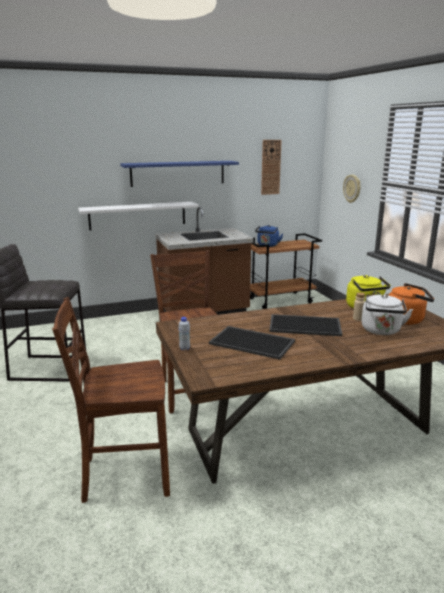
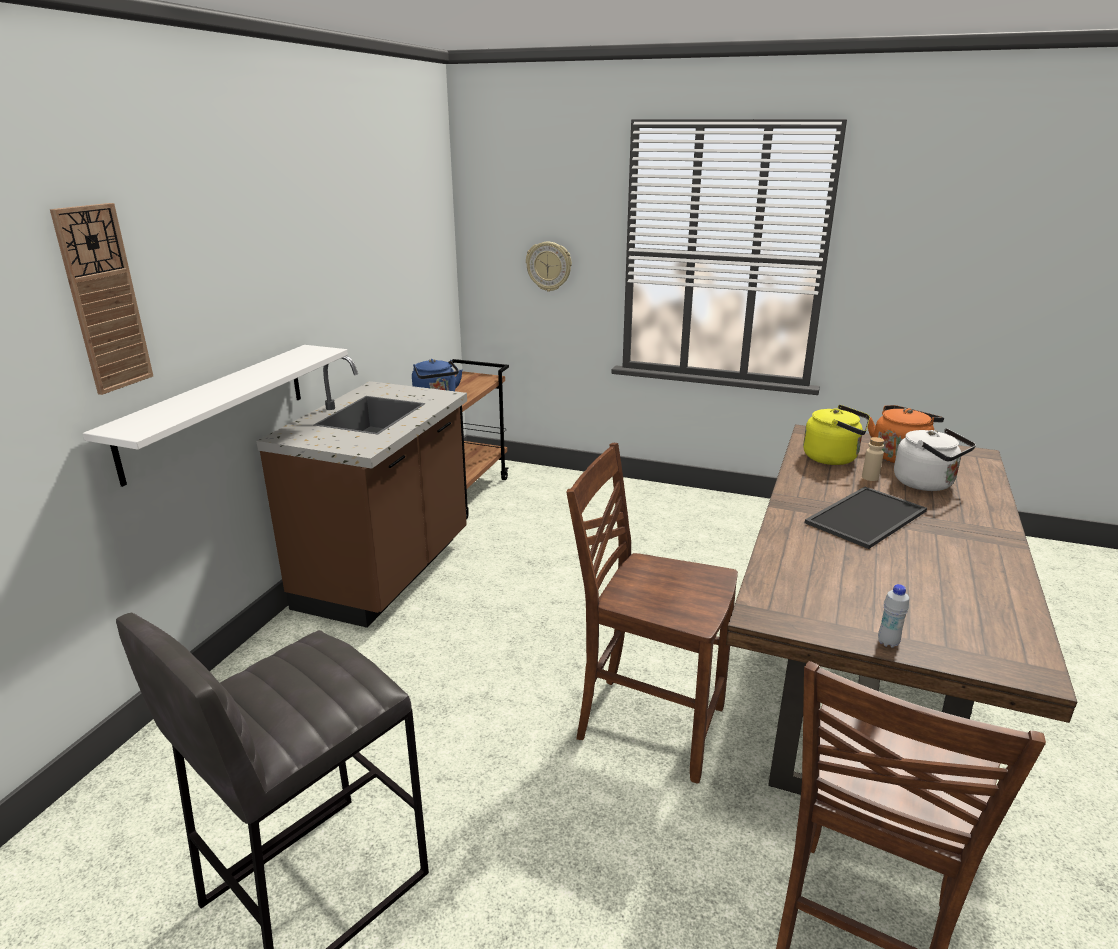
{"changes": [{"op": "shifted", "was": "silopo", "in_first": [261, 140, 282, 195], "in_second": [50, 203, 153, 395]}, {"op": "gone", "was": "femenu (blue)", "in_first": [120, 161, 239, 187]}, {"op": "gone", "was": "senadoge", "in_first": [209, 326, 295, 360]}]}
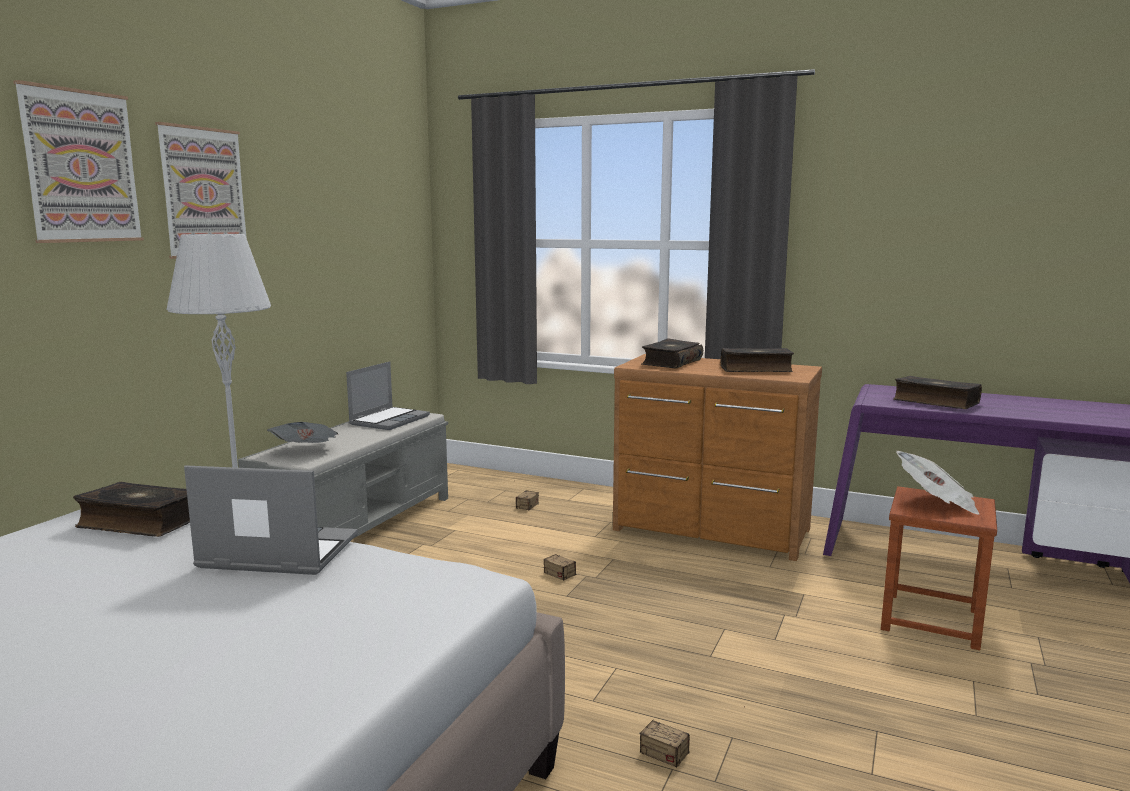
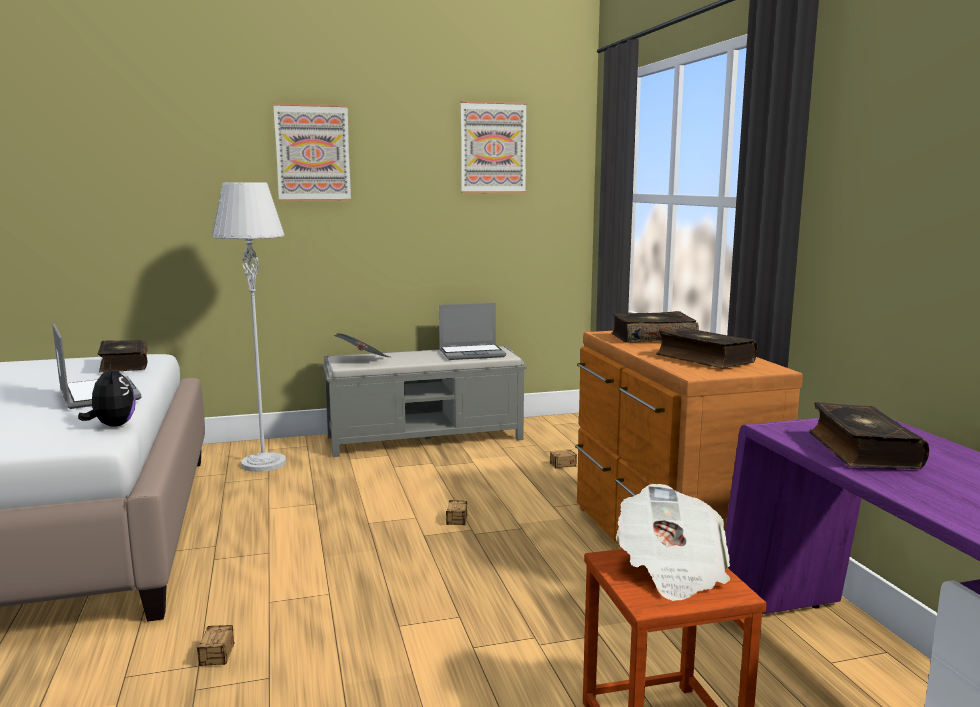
{"changes": [{"op": "shifted", "was": "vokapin", "in_first": [13, 80, 144, 243], "in_second": [460, 101, 527, 193]}, {"op": "new", "now": "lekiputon", "in_second": [78, 364, 136, 427]}]}
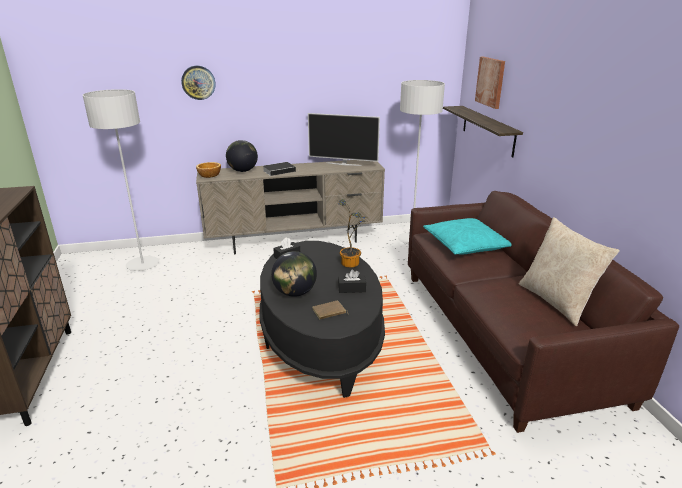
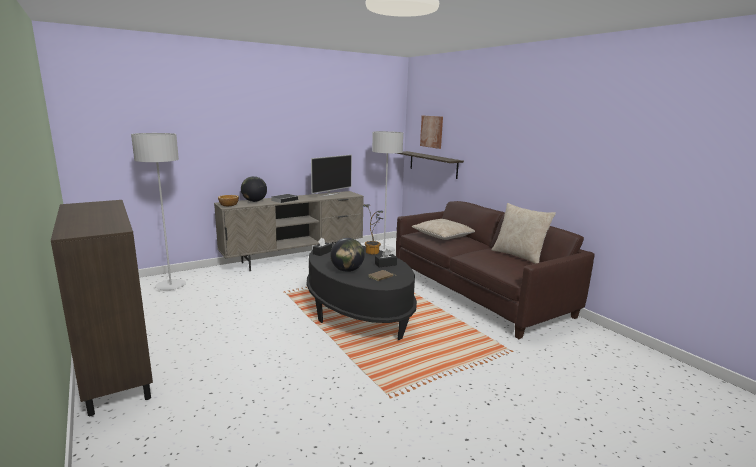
{"changes": [{"op": "gone", "was": "silopo", "in_first": [181, 66, 215, 100]}, {"op": "rotated", "was": "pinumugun", "in_first": [308, 113, 380, 166], "in_second": [311, 155, 352, 197], "clockwise": -45}, {"op": "repainted", "was": "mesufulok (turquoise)", "now": "mesufulok (beige)", "in_first": [423, 218, 512, 255], "in_second": [411, 219, 475, 240]}]}
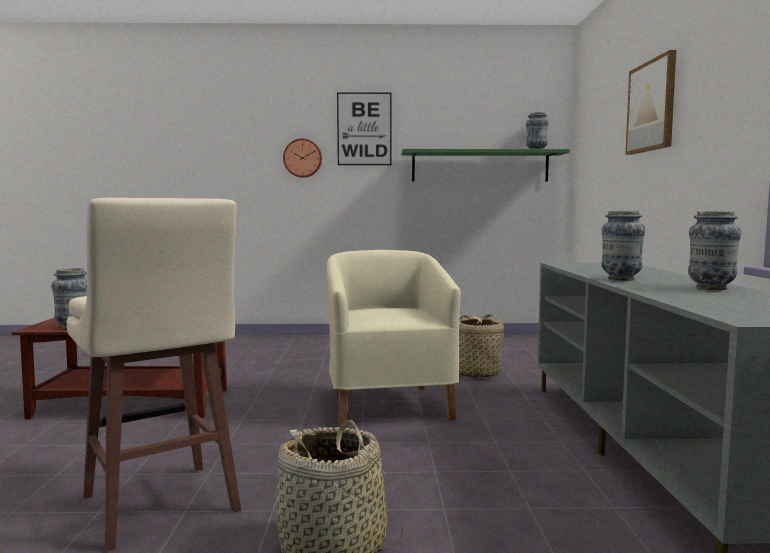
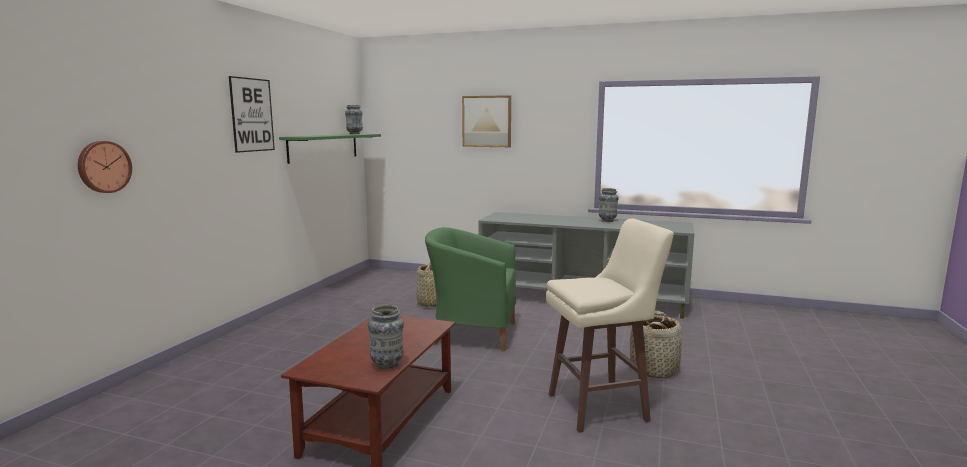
{"changes": [{"op": "shifted", "was": "silopo", "in_first": [283, 138, 322, 178], "in_second": [78, 141, 132, 193]}, {"op": "gone", "was": "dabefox", "in_first": [601, 211, 645, 281]}, {"op": "repainted", "was": "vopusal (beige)", "now": "vopusal (green)", "in_first": [327, 250, 461, 427], "in_second": [425, 227, 516, 351]}]}
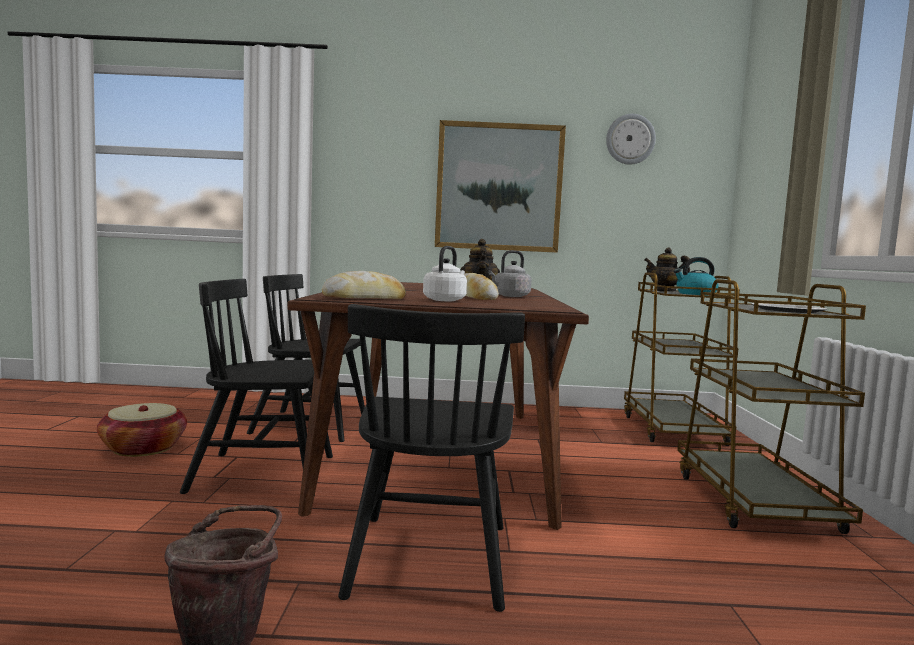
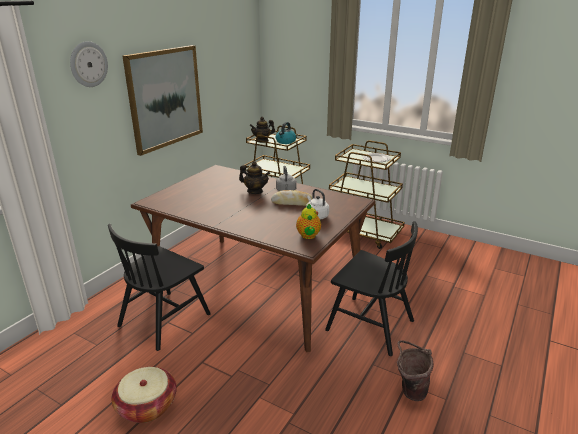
{"changes": [{"op": "shifted", "was": "silopo", "in_first": [606, 114, 656, 165], "in_second": [70, 41, 108, 87]}, {"op": "swapped", "was": "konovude", "now": "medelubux", "in_first": [322, 271, 406, 299], "in_second": [296, 204, 321, 239]}, {"op": "gone", "was": "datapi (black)", "in_first": [180, 279, 333, 494]}]}
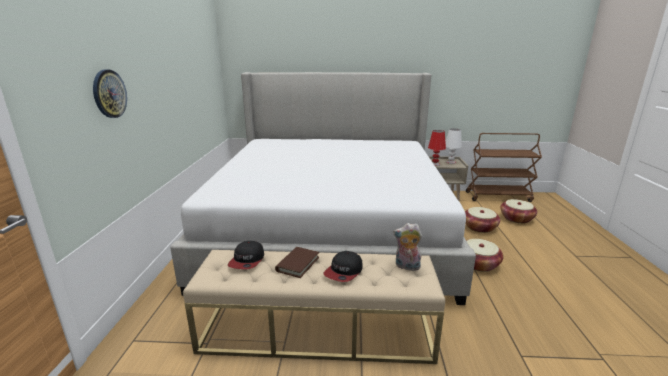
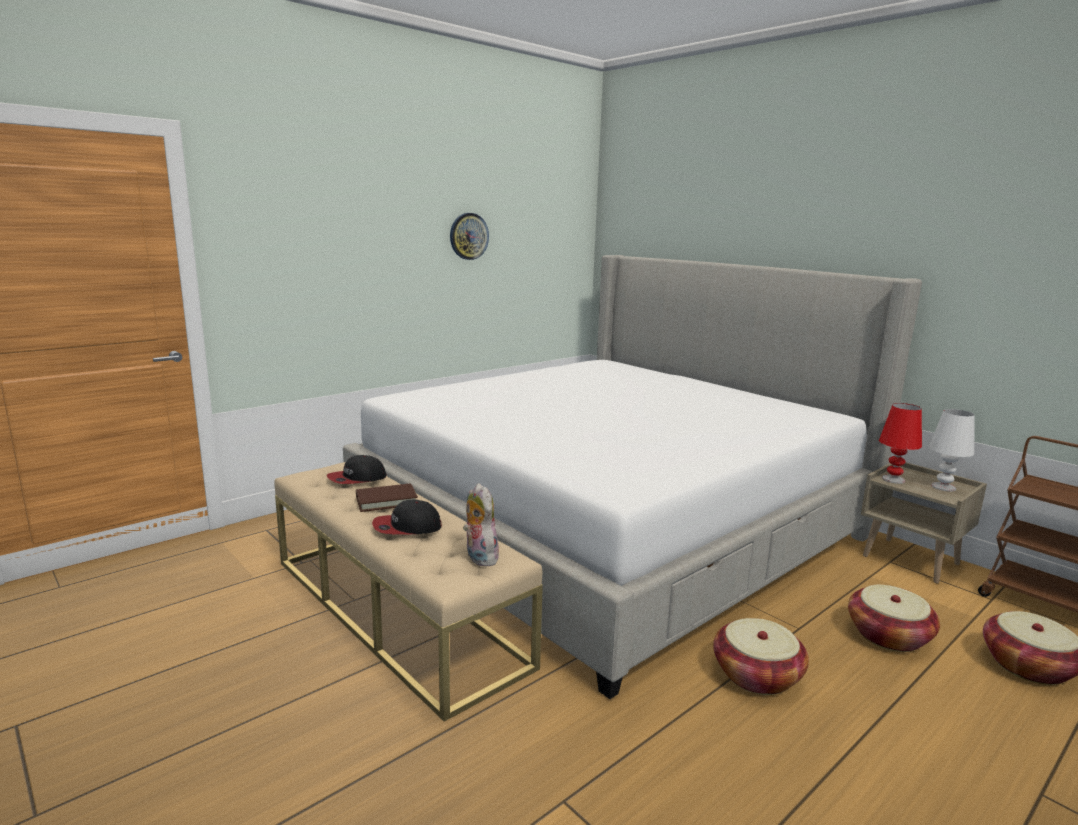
{"changes": [{"op": "shifted", "was": "silopo", "in_first": [93, 69, 127, 118], "in_second": [450, 213, 489, 260]}]}
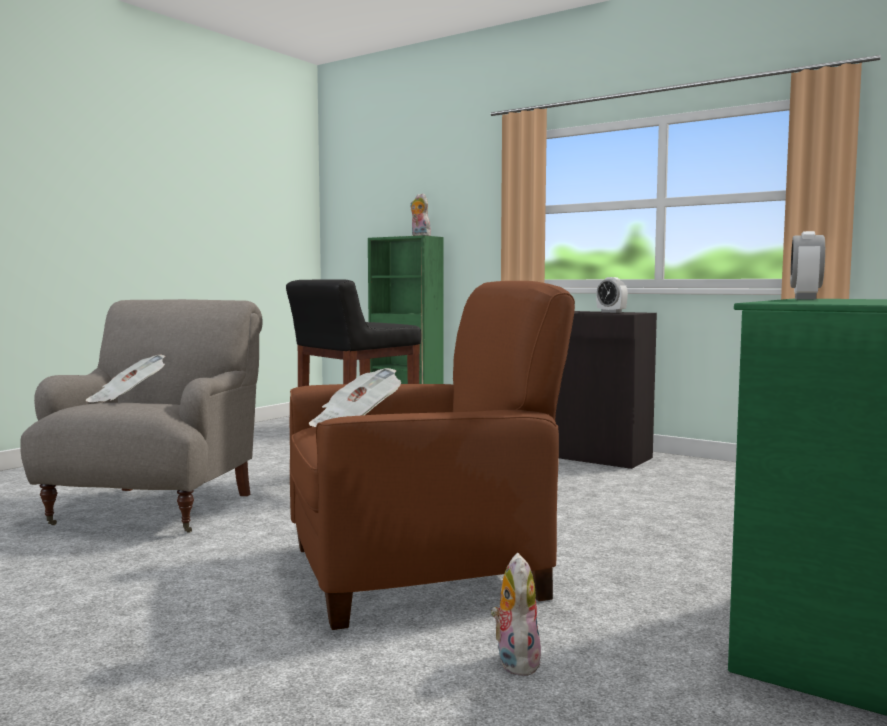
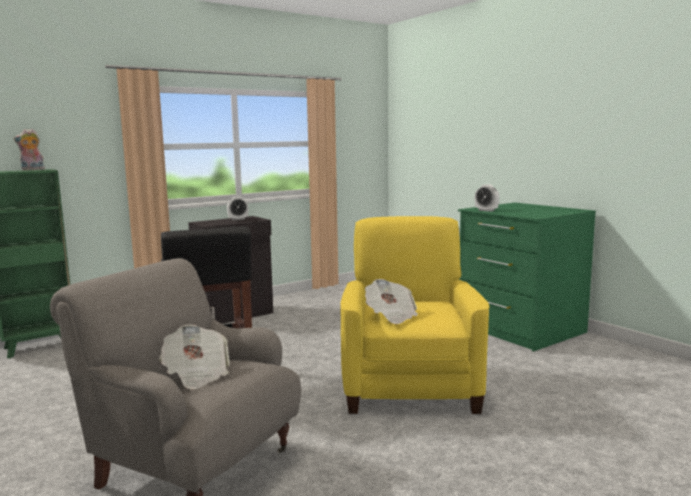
{"changes": [{"op": "repainted", "was": "vopusal (brown)", "now": "vopusal (yellow)", "in_first": [290, 281, 575, 630], "in_second": [340, 216, 490, 414]}, {"op": "gone", "was": "lekiputon", "in_first": [491, 553, 541, 676]}]}
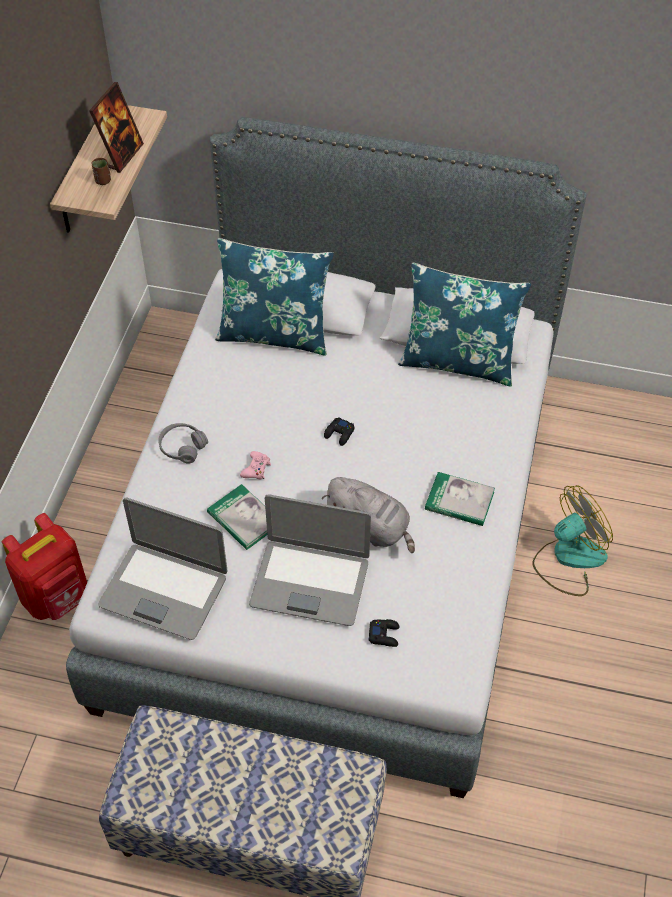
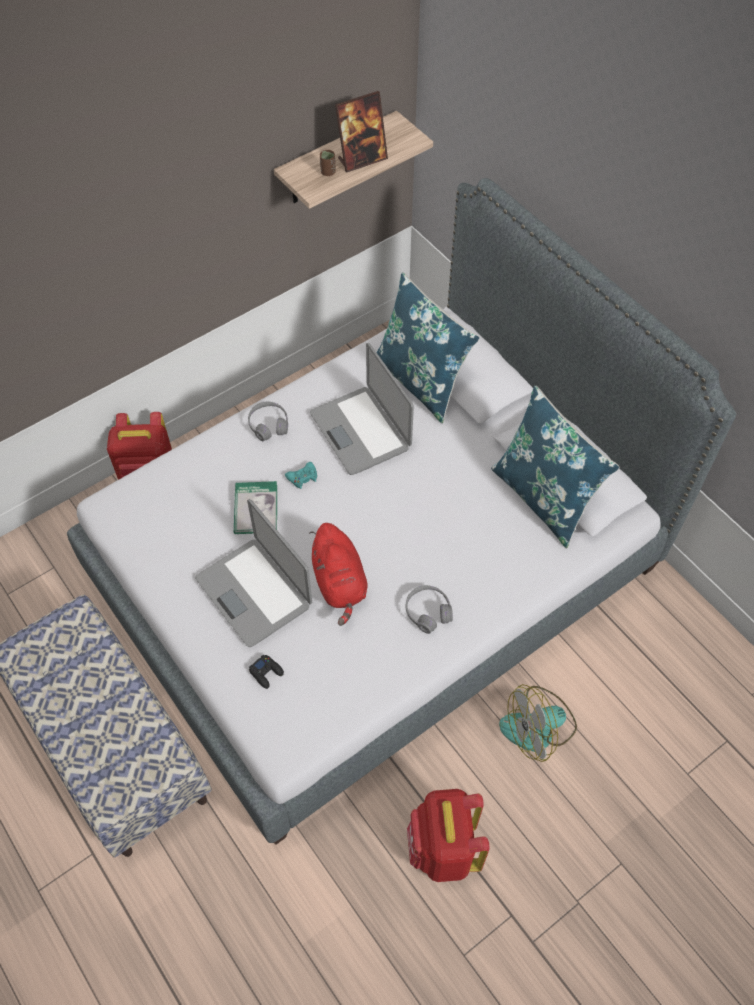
{"changes": [{"op": "gone", "was": "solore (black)", "in_first": [324, 417, 355, 446]}, {"op": "repainted", "was": "solore (pink)", "now": "solore (turquoise)", "in_first": [240, 451, 271, 480], "in_second": [285, 462, 317, 489]}, {"op": "swapped", "was": "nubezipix", "now": "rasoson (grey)", "in_first": [425, 472, 495, 526], "in_second": [406, 585, 453, 634]}, {"op": "repainted", "was": "lekiputon (grey)", "now": "lekiputon (red)", "in_first": [322, 477, 415, 553], "in_second": [309, 523, 368, 626]}, {"op": "rotated", "was": "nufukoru", "in_first": [533, 485, 613, 596], "in_second": [499, 684, 577, 762], "clockwise": 150}, {"op": "shifted", "was": "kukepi", "in_first": [98, 497, 228, 640], "in_second": [310, 343, 414, 475]}, {"op": "new", "now": "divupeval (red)", "in_second": [407, 789, 489, 882]}]}
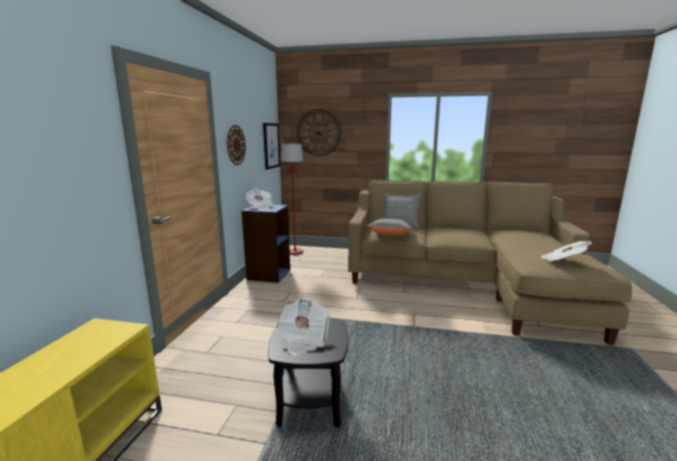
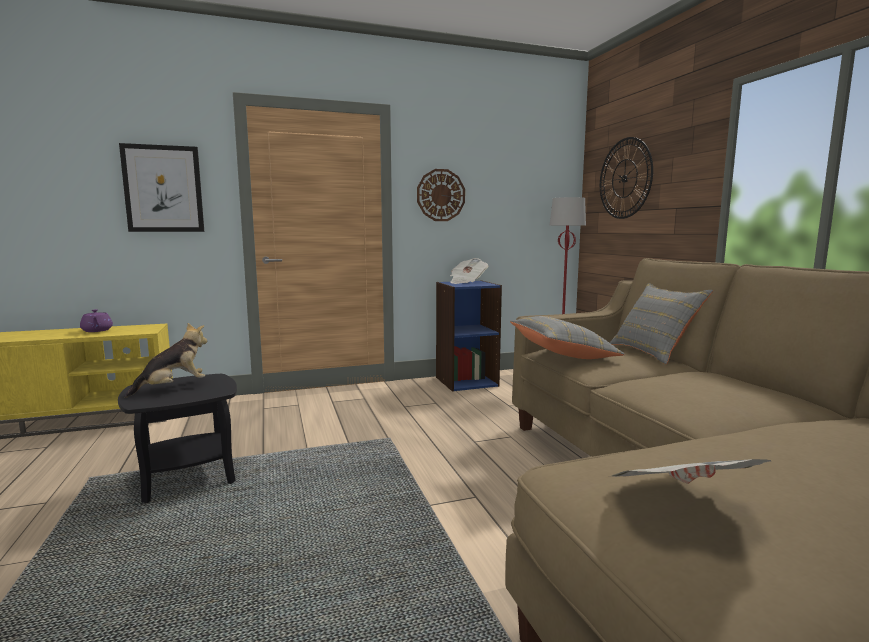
{"changes": [{"op": "shifted", "was": "vokapin", "in_first": [263, 123, 280, 170], "in_second": [119, 143, 204, 232]}, {"op": "swapped", "was": "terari", "now": "lekiputon", "in_first": [277, 298, 330, 355], "in_second": [125, 323, 207, 398]}, {"op": "new", "now": "medelubux (purple)", "in_second": [80, 309, 113, 332]}]}
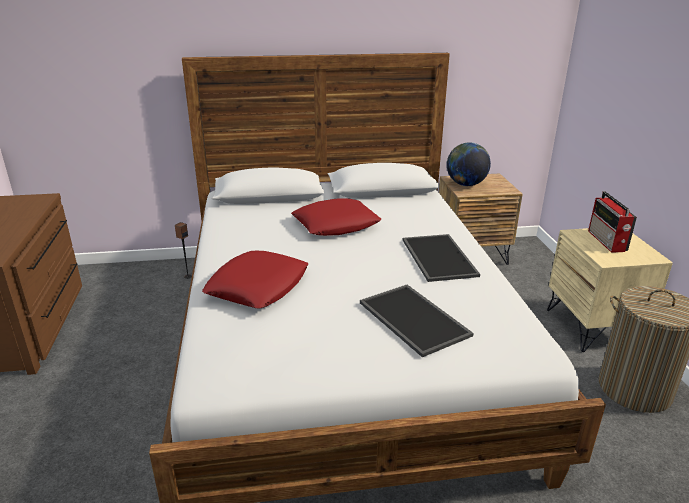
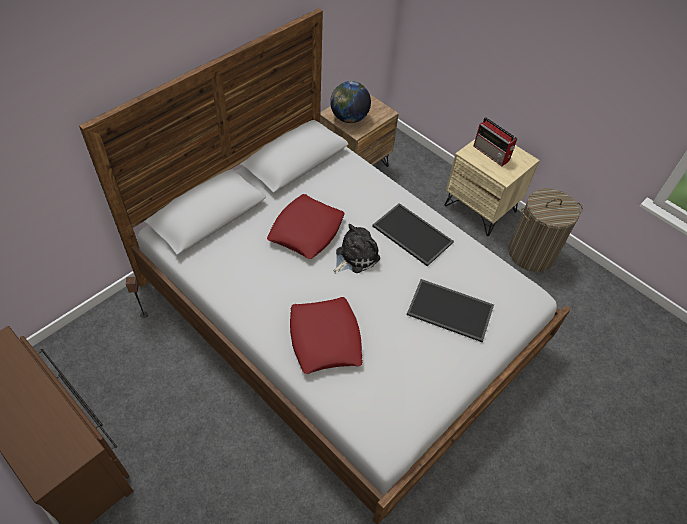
{"changes": [{"op": "new", "now": "lekiputon", "in_second": [333, 224, 380, 274]}]}
